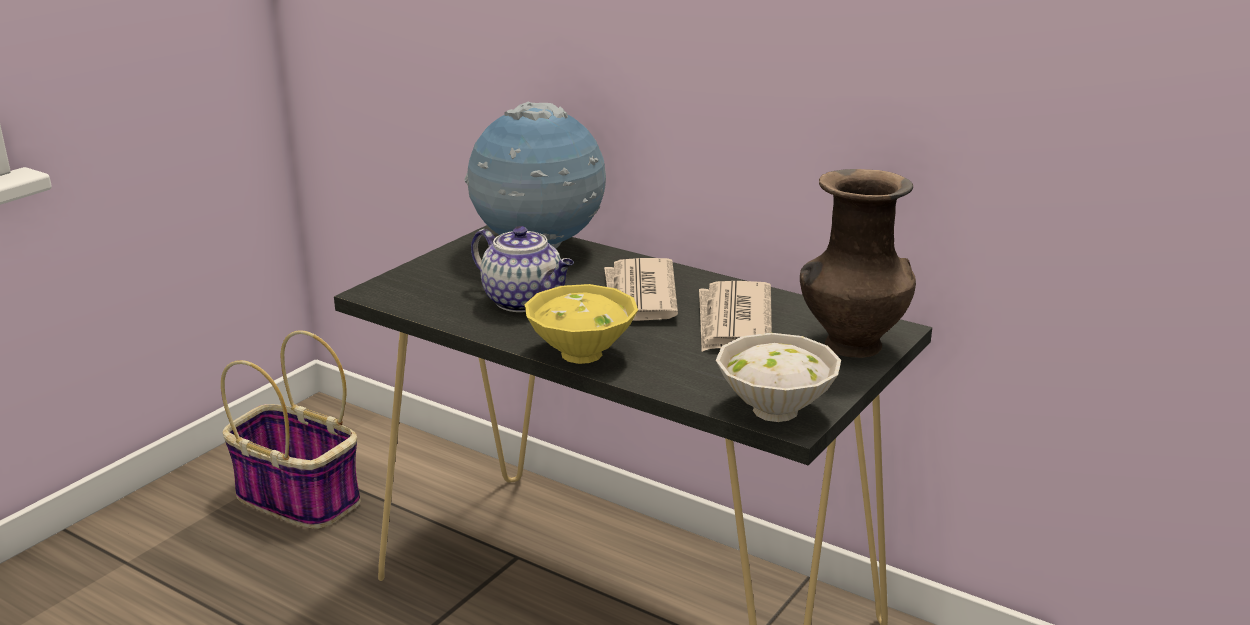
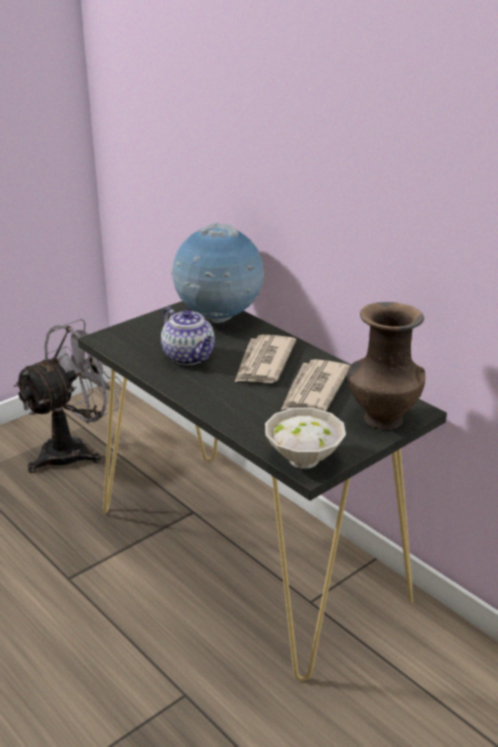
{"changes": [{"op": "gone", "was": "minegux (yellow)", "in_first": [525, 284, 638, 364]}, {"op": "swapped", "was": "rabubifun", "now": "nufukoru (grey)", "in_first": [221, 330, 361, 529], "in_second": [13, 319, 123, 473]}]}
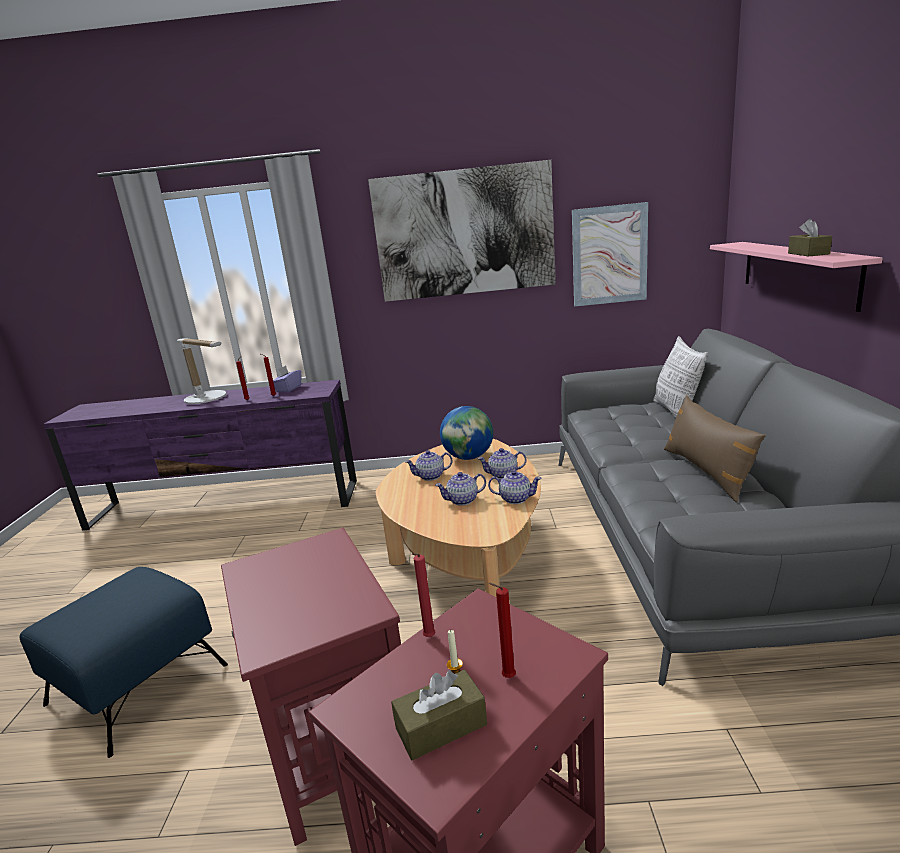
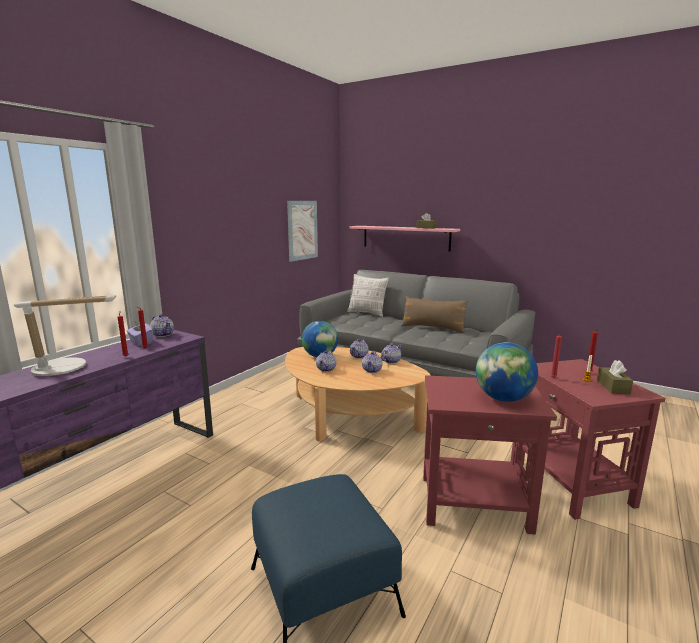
{"changes": [{"op": "gone", "was": "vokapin", "in_first": [368, 160, 556, 302]}, {"op": "new", "now": "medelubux", "in_second": [150, 314, 174, 337]}, {"op": "new", "now": "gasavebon", "in_second": [476, 342, 538, 402]}]}
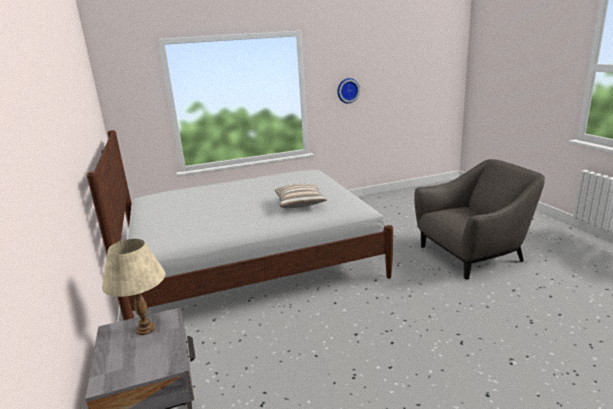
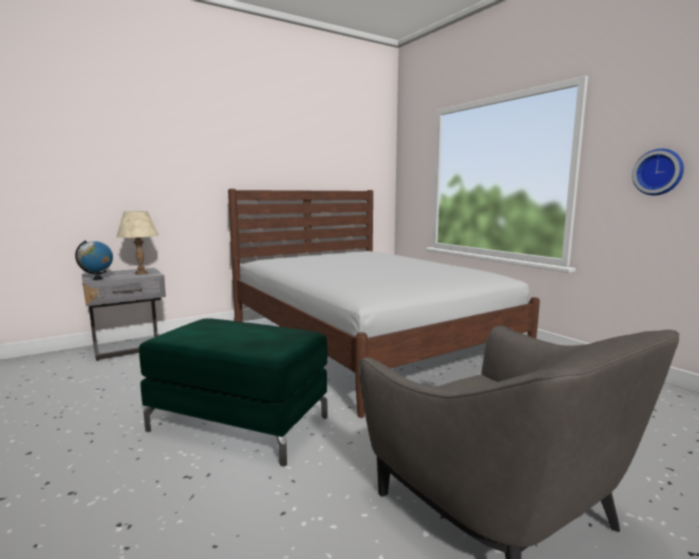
{"changes": [{"op": "gone", "was": "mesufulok", "in_first": [275, 184, 327, 208]}, {"op": "new", "now": "gasavebon", "in_second": [75, 240, 113, 280]}, {"op": "new", "now": "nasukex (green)", "in_second": [139, 318, 328, 466]}]}
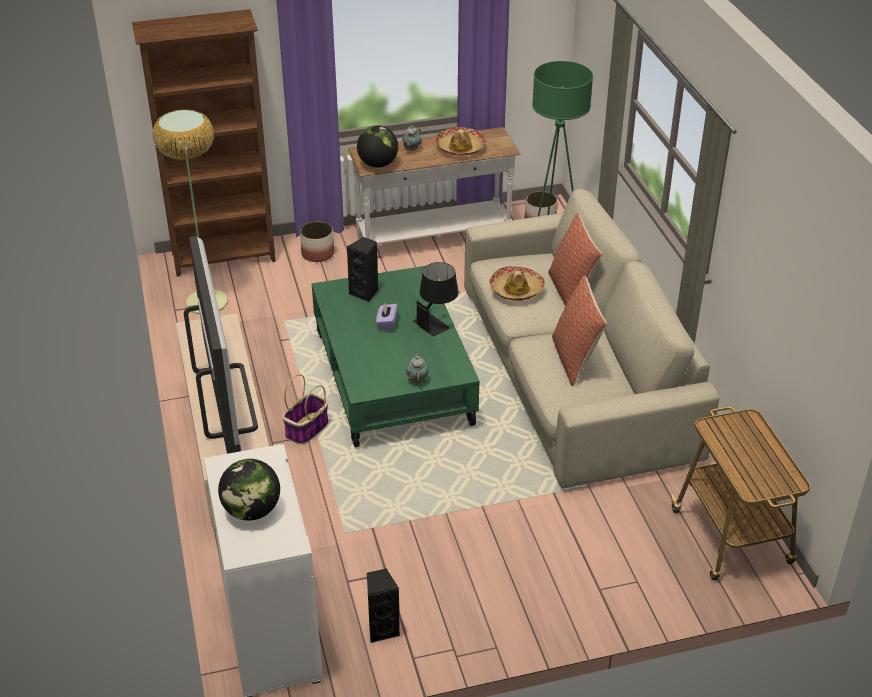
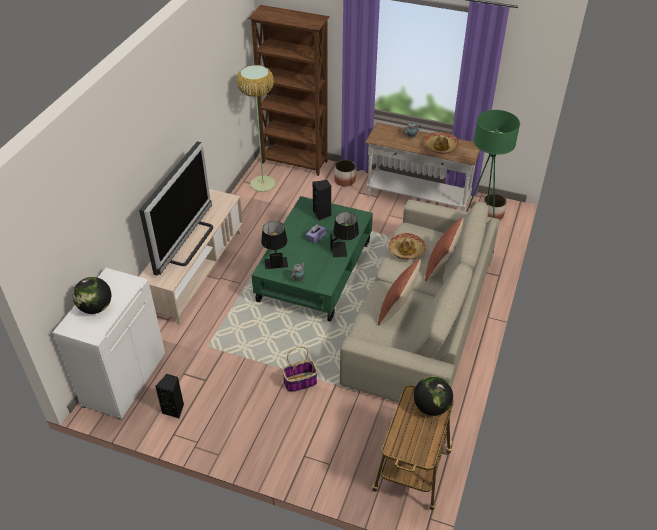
{"changes": [{"op": "shifted", "was": "gasavebon", "in_first": [357, 125, 398, 168], "in_second": [414, 376, 453, 416]}, {"op": "shifted", "was": "rabubifun", "in_first": [282, 374, 328, 444], "in_second": [282, 347, 318, 392]}, {"op": "new", "now": "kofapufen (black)", "in_second": [261, 221, 288, 269]}]}
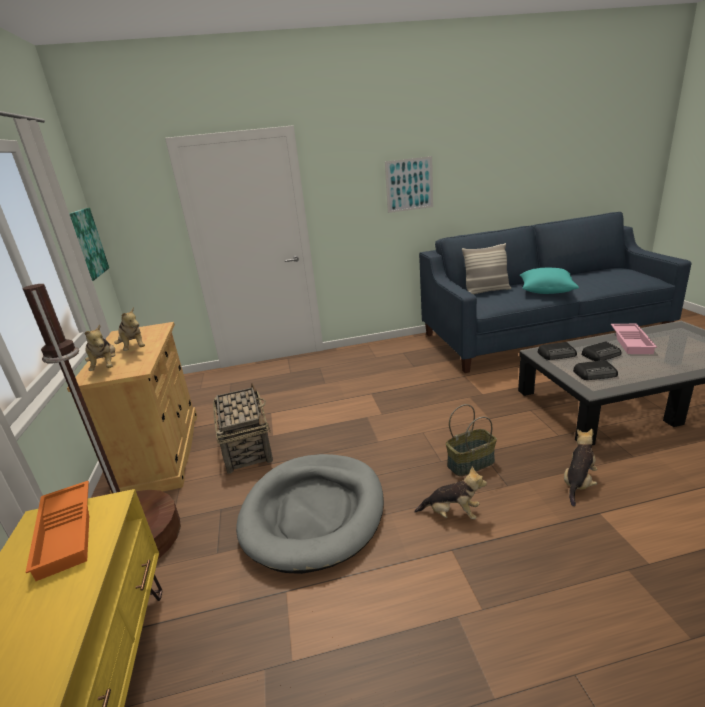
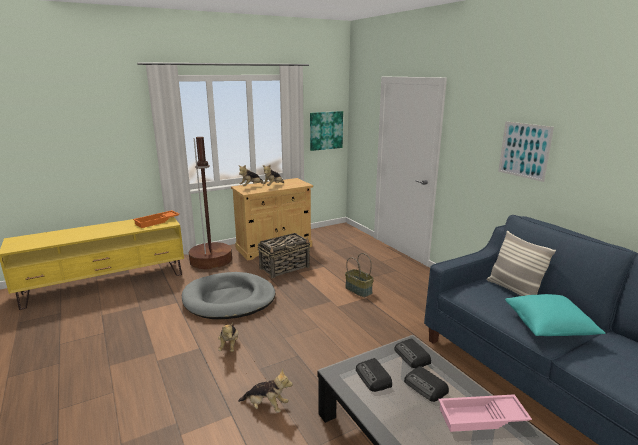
{"changes": [{"op": "shifted", "was": "rabubifun", "in_first": [446, 404, 497, 476], "in_second": [345, 253, 374, 297]}]}
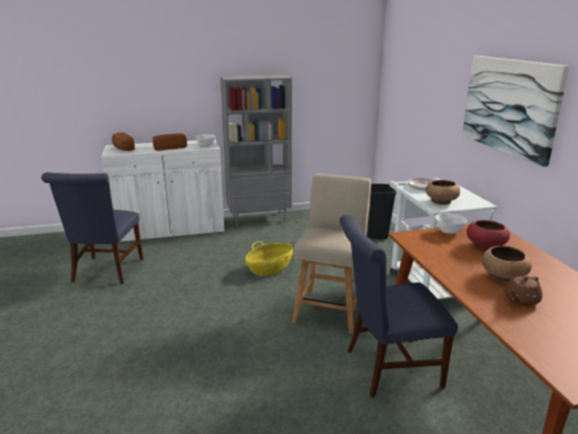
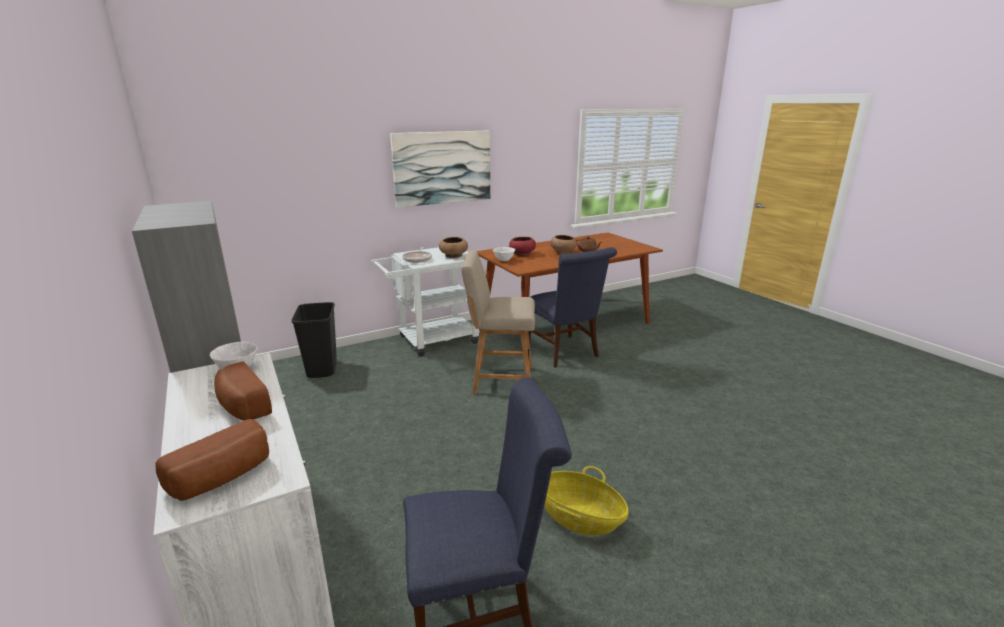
{"changes": [{"op": "shifted", "was": "rabubifun", "in_first": [245, 241, 293, 276], "in_second": [544, 466, 628, 536]}]}
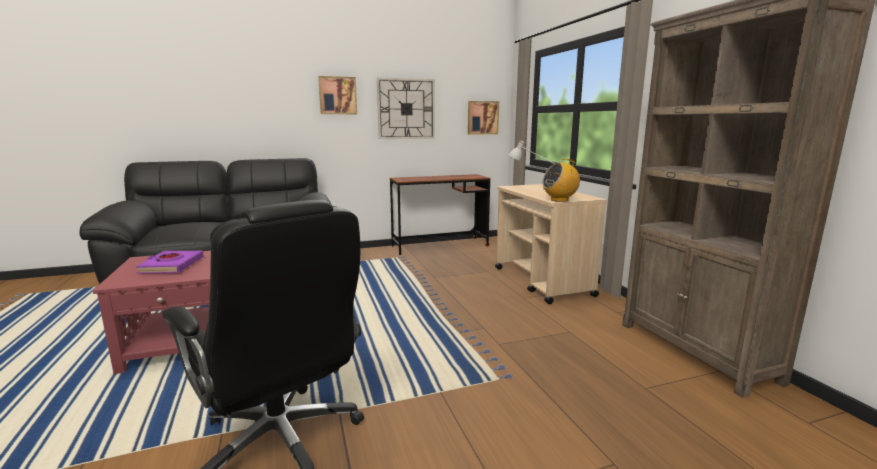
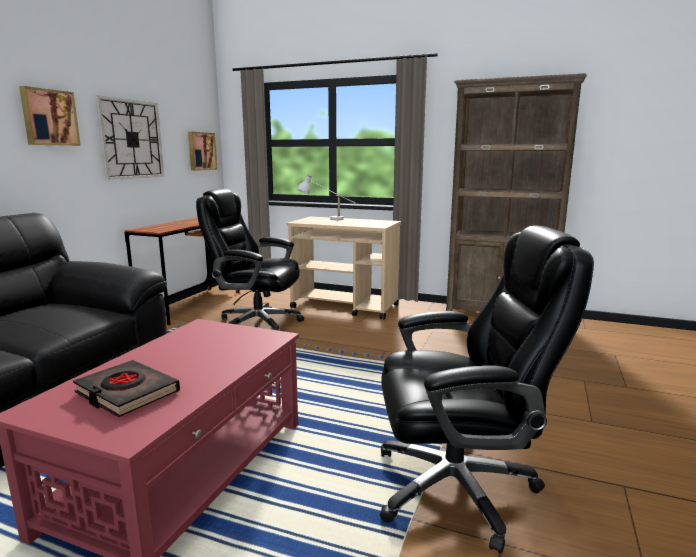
{"changes": [{"op": "gone", "was": "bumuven", "in_first": [542, 158, 580, 202]}, {"op": "repainted", "was": "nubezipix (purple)", "now": "nubezipix (black)", "in_first": [136, 251, 204, 274], "in_second": [73, 360, 180, 417]}, {"op": "new", "now": "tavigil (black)", "in_second": [196, 189, 304, 331]}]}
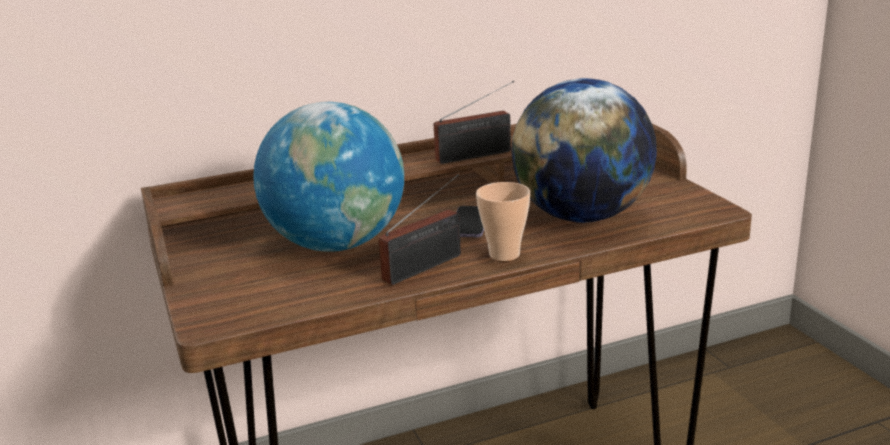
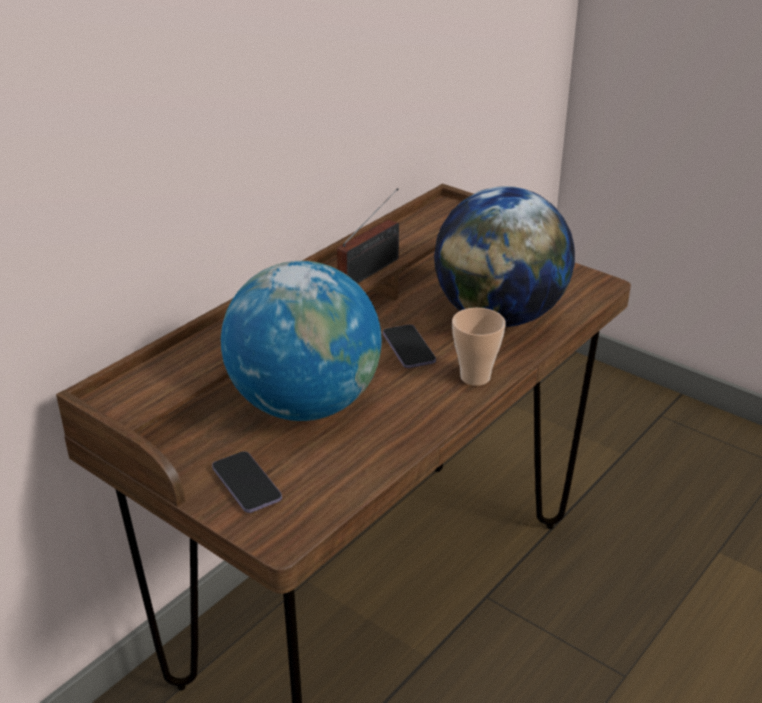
{"changes": [{"op": "gone", "was": "bumuven", "in_first": [379, 174, 461, 285]}, {"op": "new", "now": "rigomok", "in_second": [212, 451, 282, 513]}]}
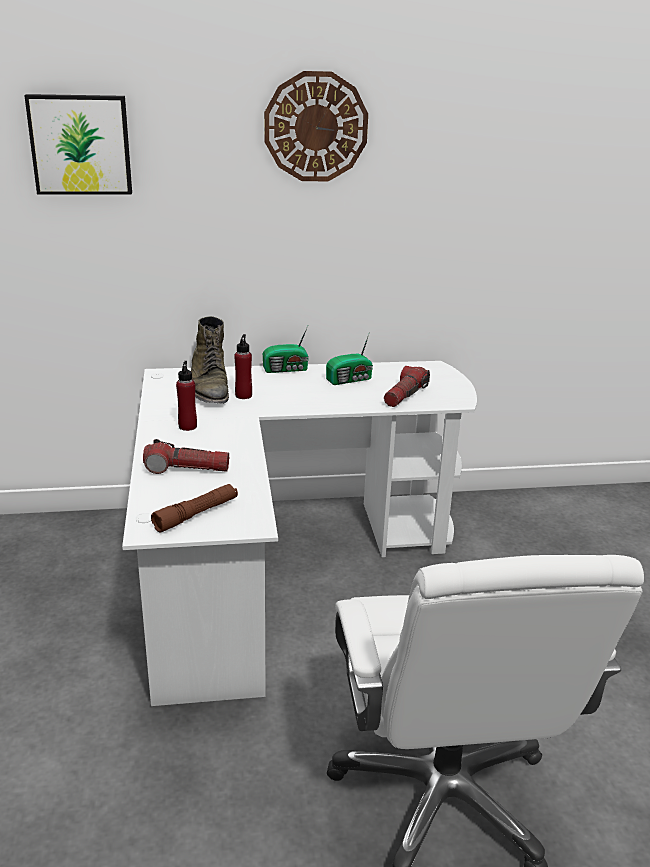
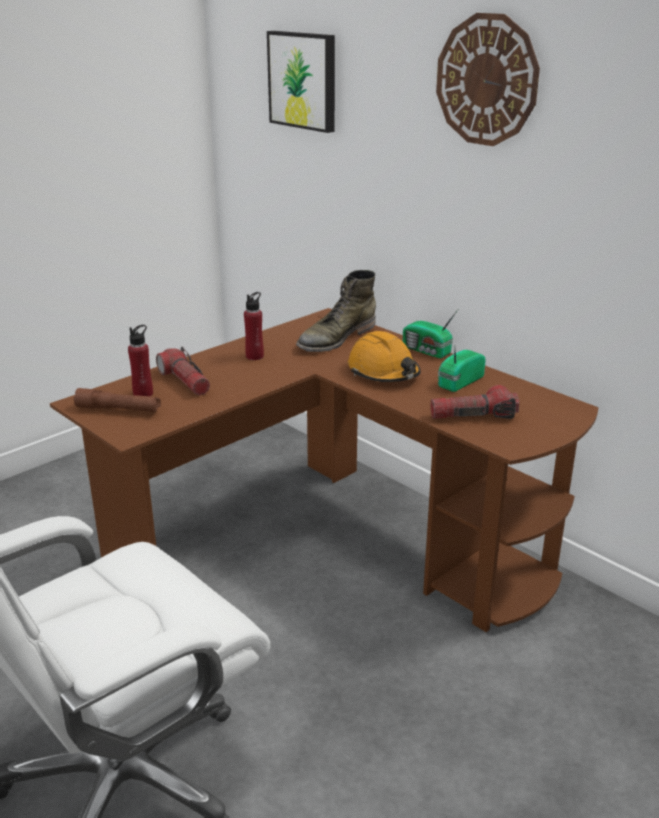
{"changes": [{"op": "rotated", "was": "bumuven", "in_first": [326, 332, 373, 385], "in_second": [438, 348, 486, 392], "clockwise": 105}, {"op": "shifted", "was": "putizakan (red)", "in_first": [234, 334, 252, 399], "in_second": [128, 325, 153, 397]}, {"op": "repainted", "was": "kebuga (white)", "now": "kebuga (brown)", "in_first": [122, 361, 477, 706], "in_second": [50, 308, 599, 632]}, {"op": "new", "now": "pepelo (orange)", "in_second": [348, 331, 421, 382]}]}
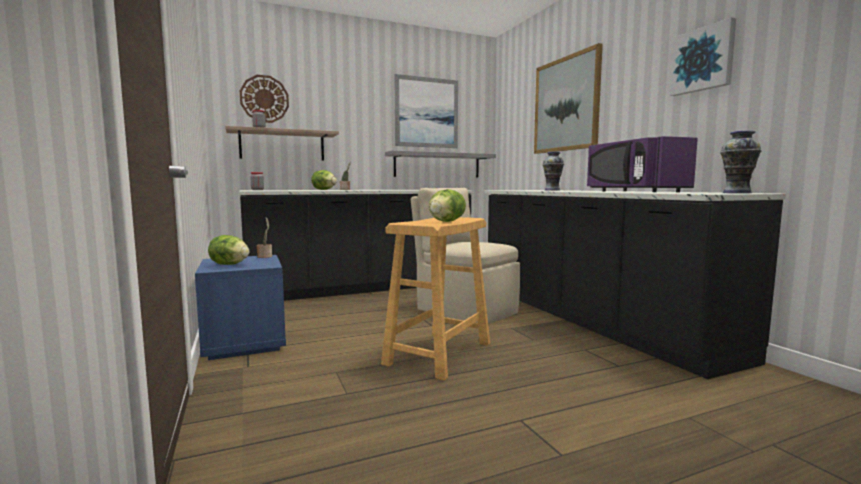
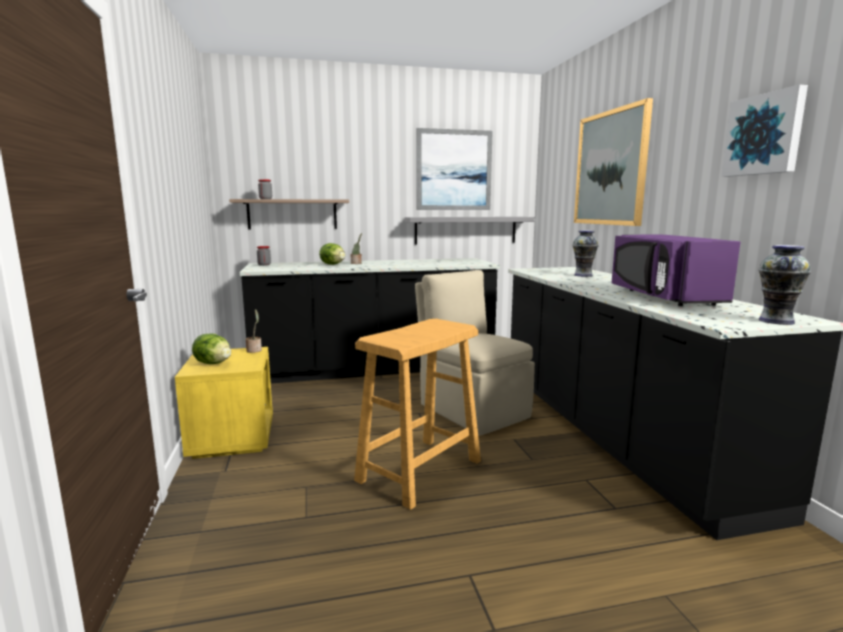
{"changes": [{"op": "gone", "was": "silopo", "in_first": [240, 75, 289, 123]}, {"op": "gone", "was": "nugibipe", "in_first": [429, 189, 466, 222]}, {"op": "repainted", "was": "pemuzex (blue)", "now": "pemuzex (yellow)", "in_first": [195, 255, 286, 360], "in_second": [175, 347, 273, 459]}]}
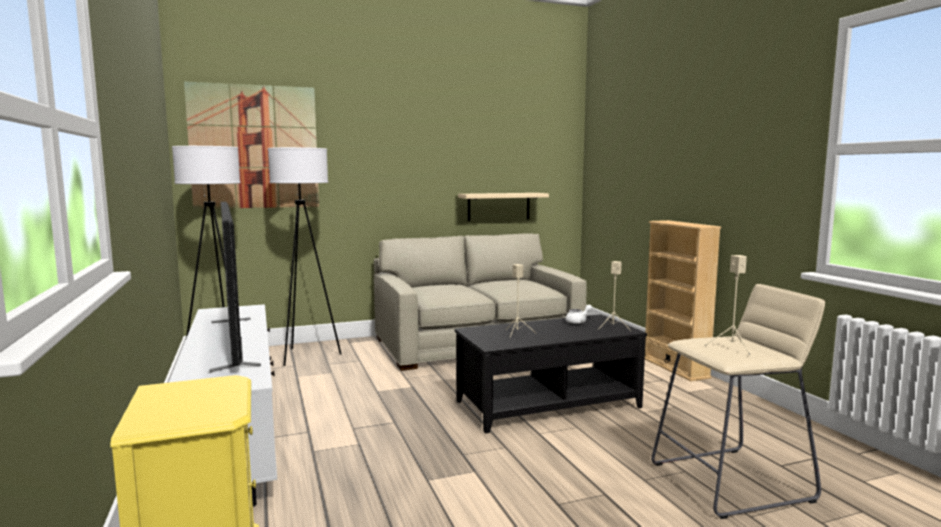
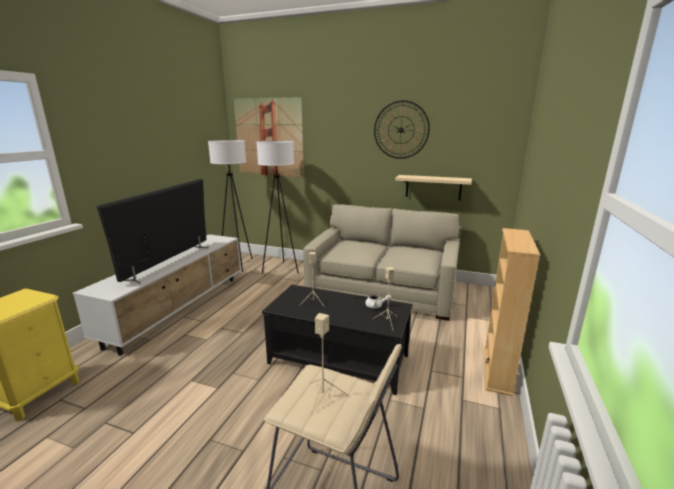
{"changes": [{"op": "new", "now": "silopo", "in_second": [374, 100, 430, 159]}]}
